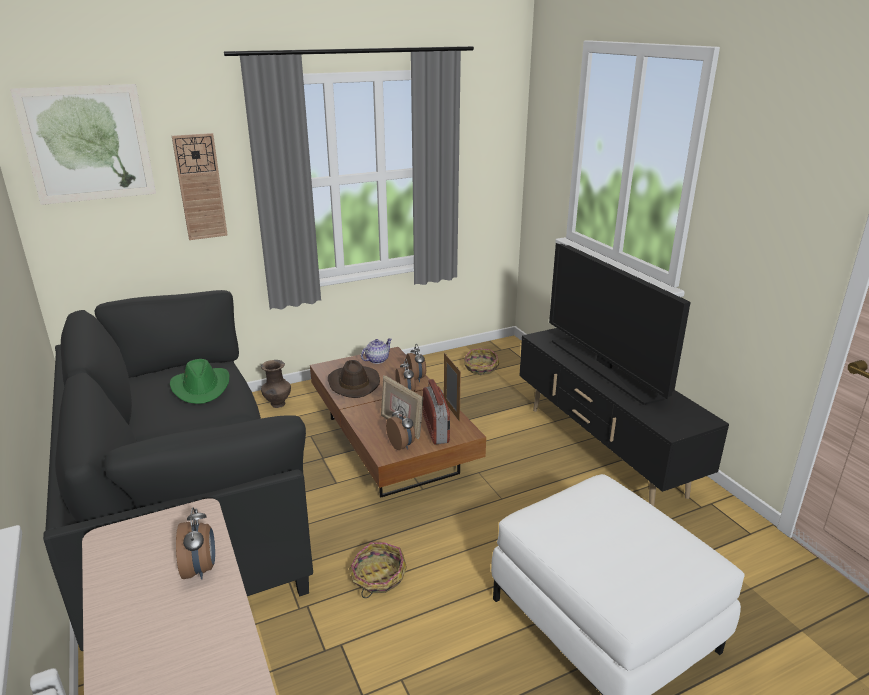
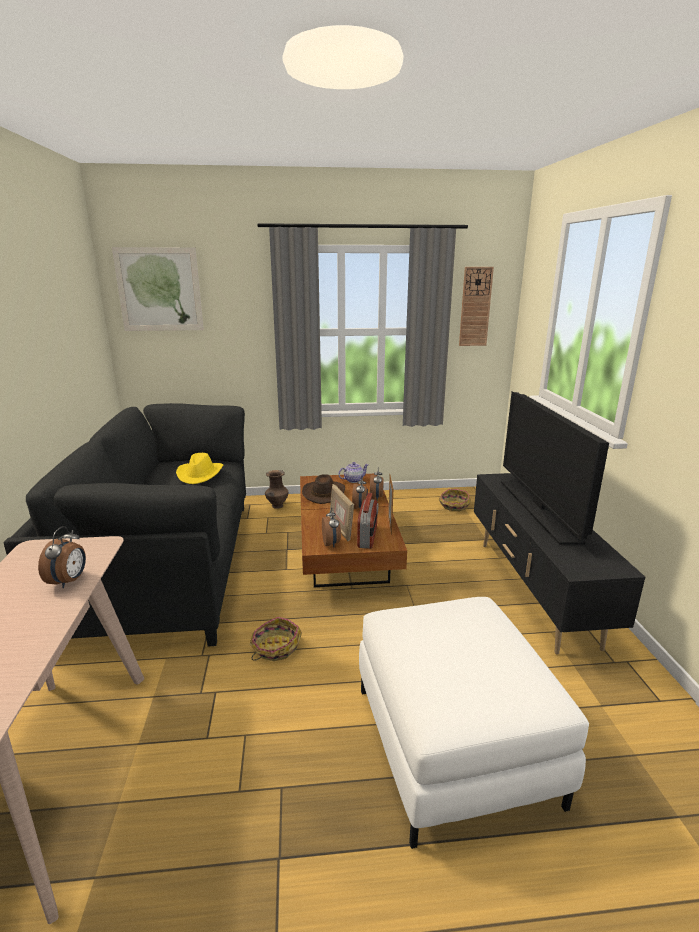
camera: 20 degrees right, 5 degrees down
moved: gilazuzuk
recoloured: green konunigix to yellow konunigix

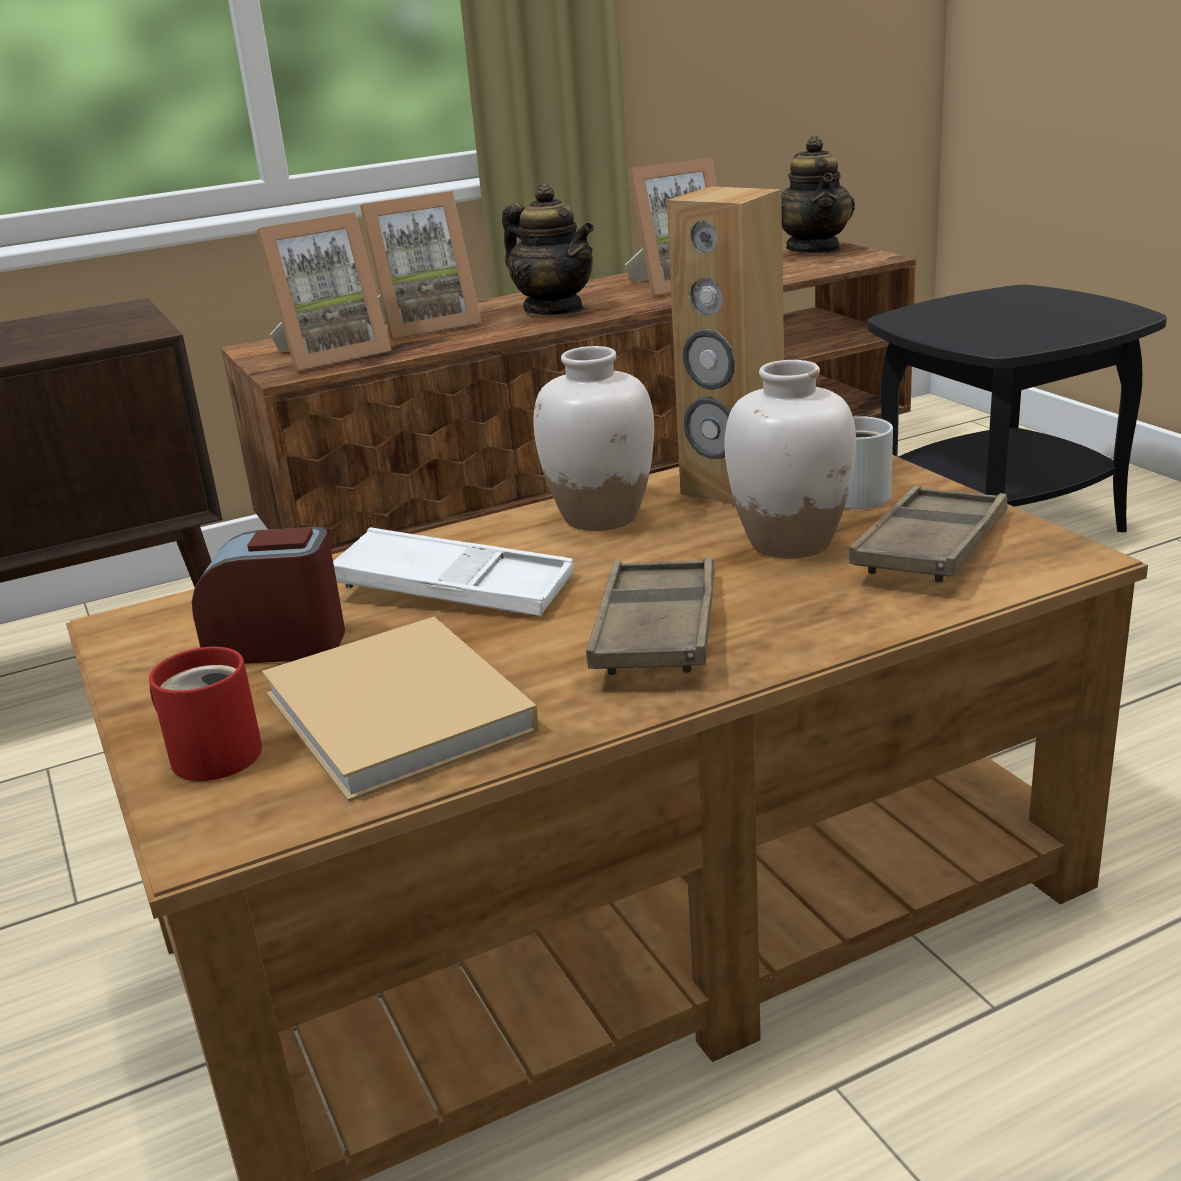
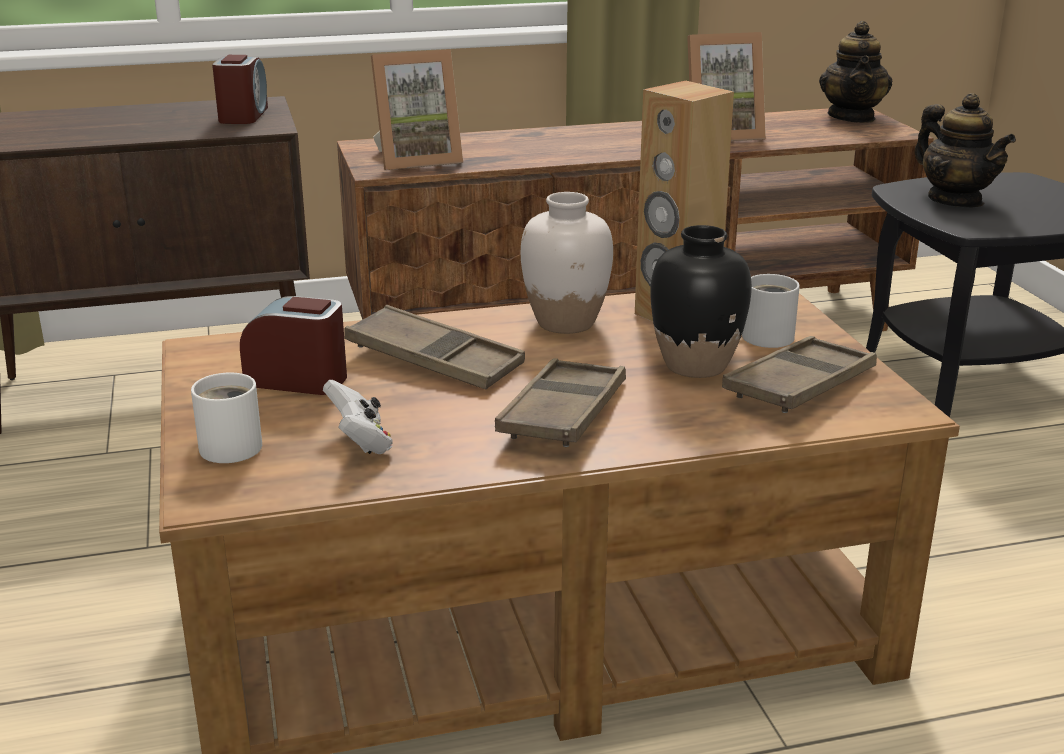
camera: 10 degrees right, 0 degrees up
removed: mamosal (2nd from left)
added: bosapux (1st from left)
moved: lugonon (1st from left in the first image) to lugonon (2nd from left)
replaced: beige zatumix to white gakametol
recoloured: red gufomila to white gufomila (1st from left); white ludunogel to brown ludunogel (1st from left); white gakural (2nd from left) to black gakural

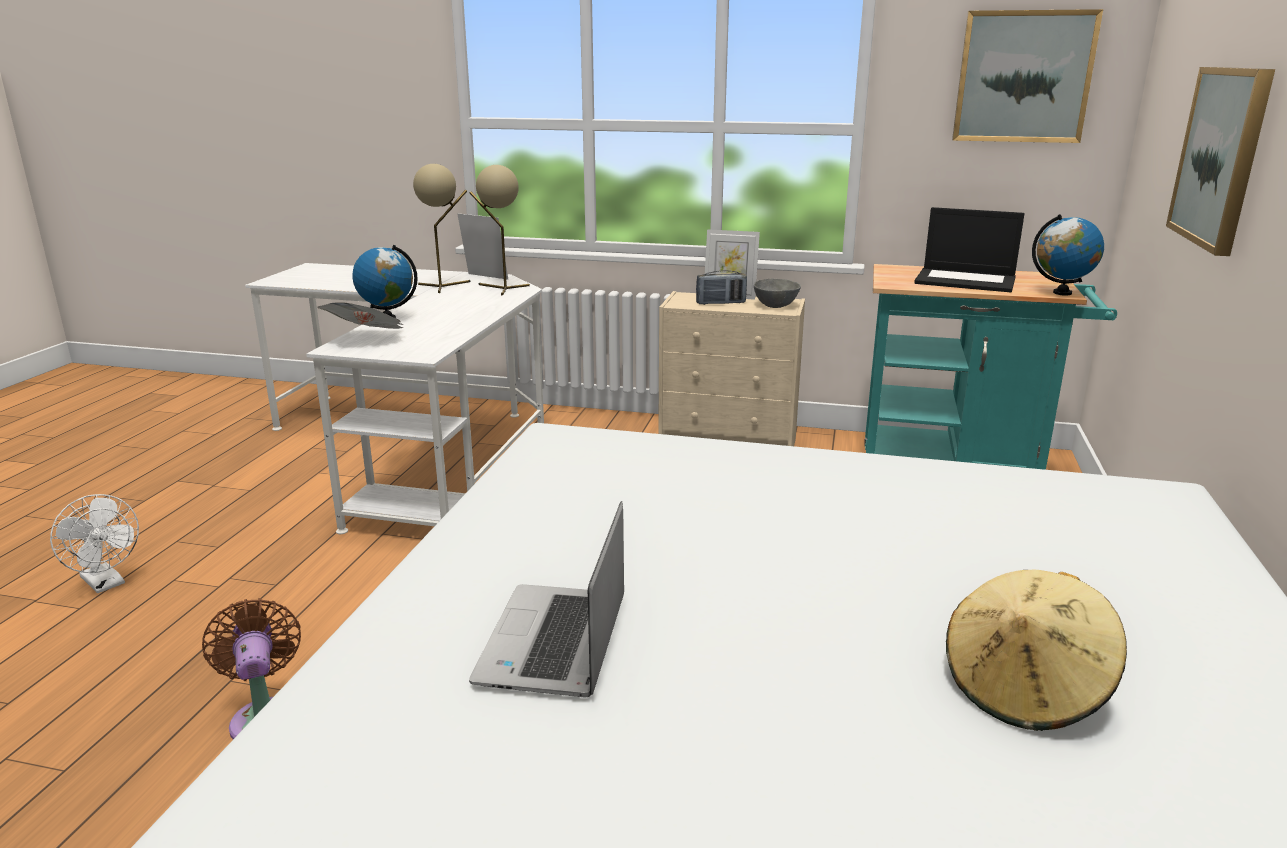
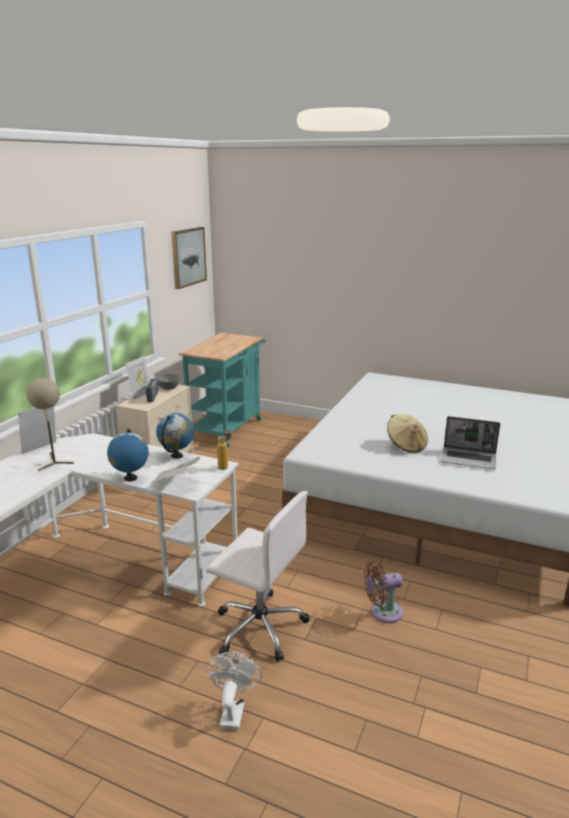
camera: 80 degrees left, 0 degrees up
removed: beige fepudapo (2nd from left); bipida (2nd from left); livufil (2nd from left)
added: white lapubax; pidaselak
moved: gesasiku (2nd from left); beige konunigix
turned: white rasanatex 45 degrees counterclockwise

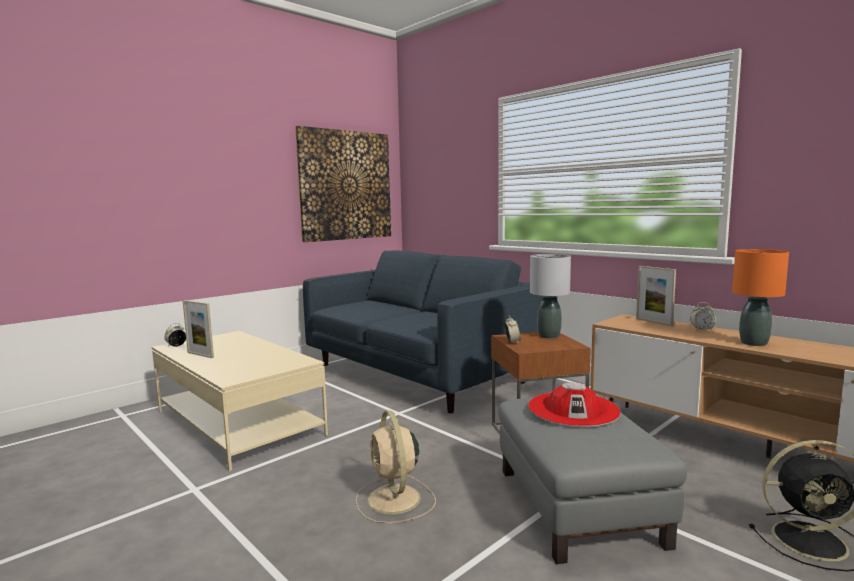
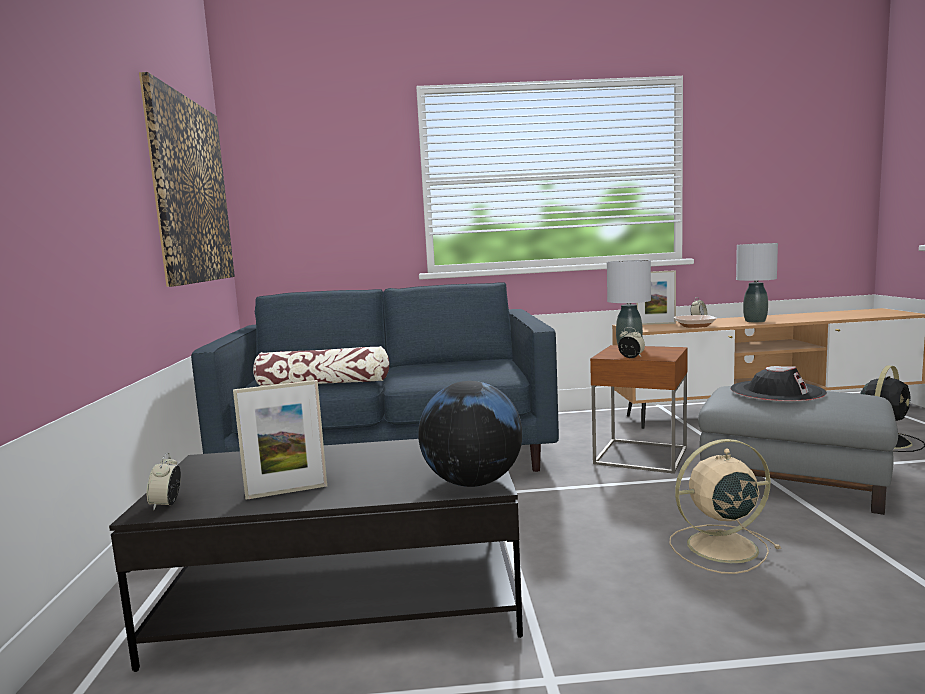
camera: 50 degrees left, 0 degrees up
added: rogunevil; gesasiku; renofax
recoloured: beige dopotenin to black dopotenin; red konunigix to black konunigix; orange fepudapo to grey fepudapo (2nd from left)
turned: beige rasanatex 150 degrees clockwise

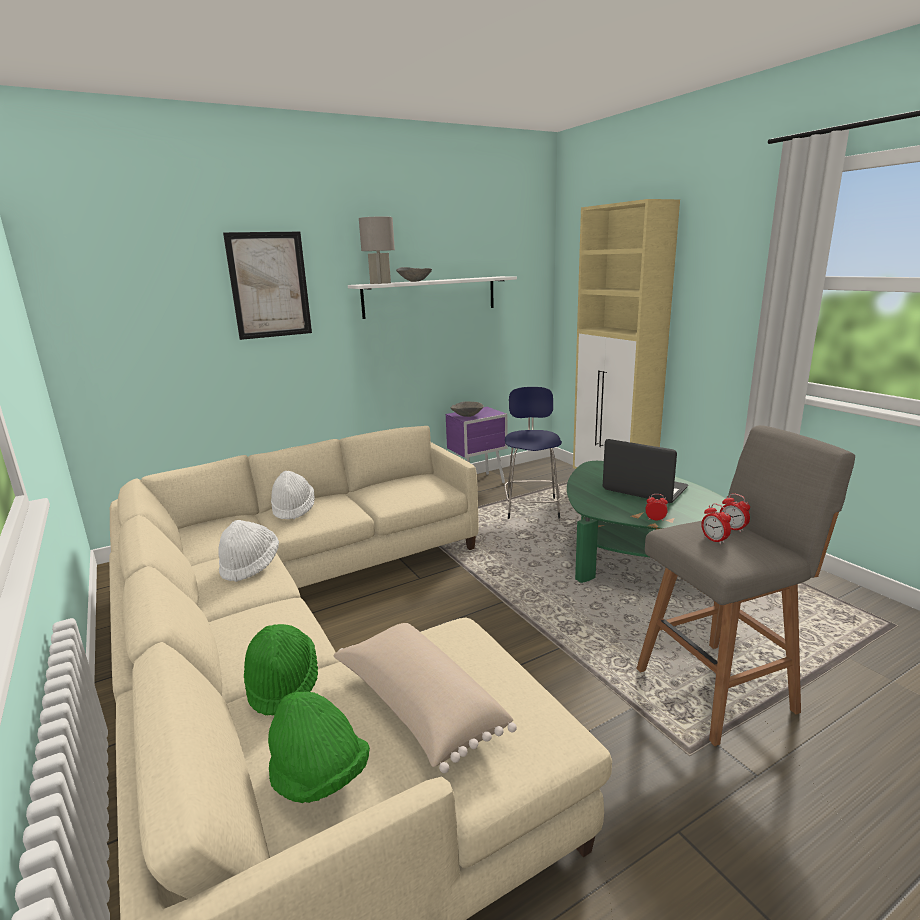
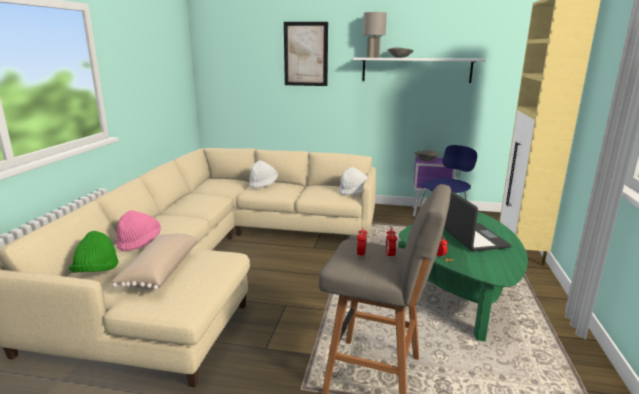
camera: 40 degrees right, 0 degrees up
moved: white konunigix (1st from left in the first image) to white konunigix (2nd from left)
recoloured: green konunigix (1st from left) to pink konunigix

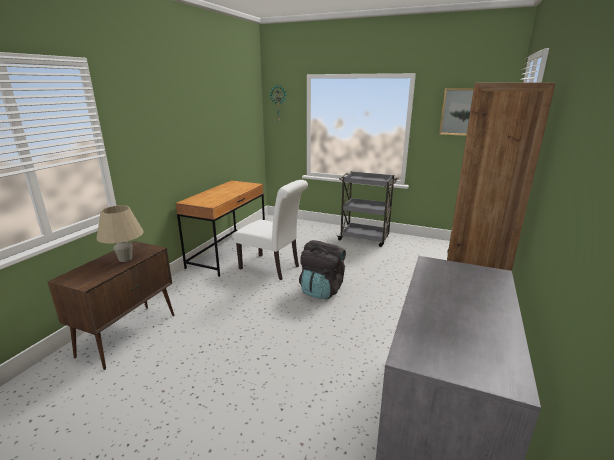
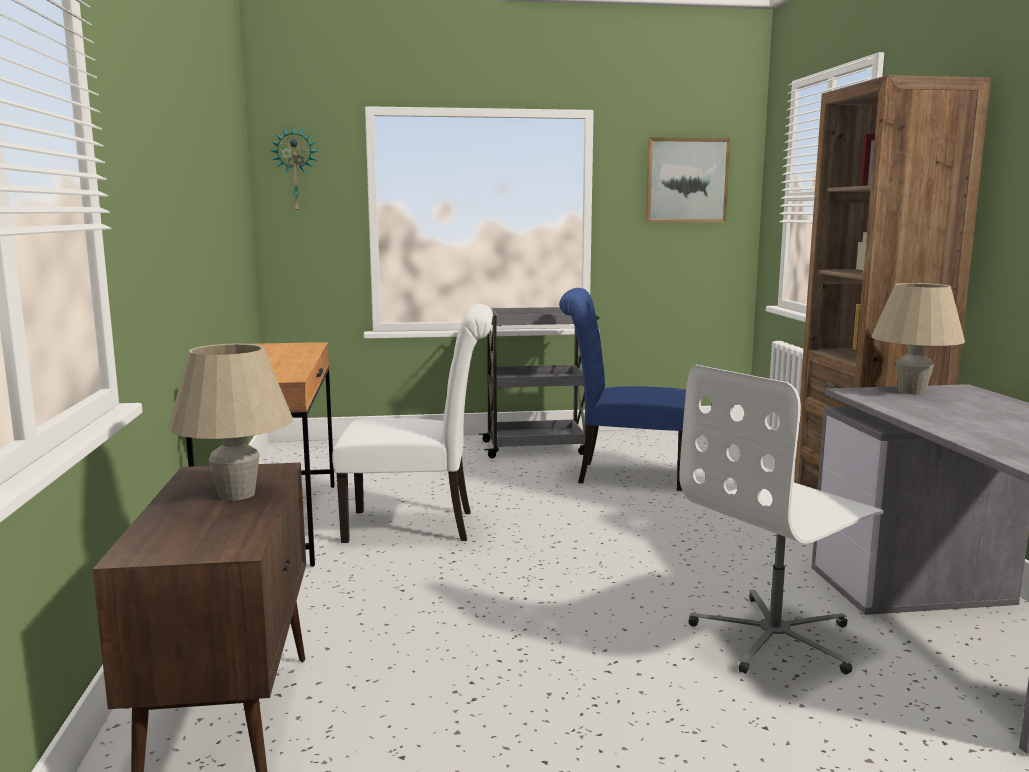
camera: 30 degrees left, 10 degrees down
removed: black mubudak
added: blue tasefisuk; white lapubax; beige fepudapo (2nd from left)

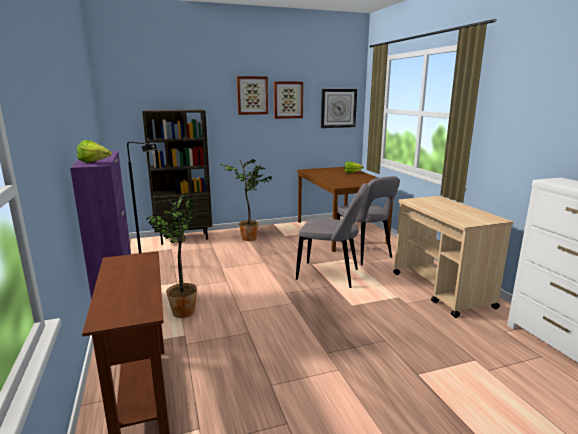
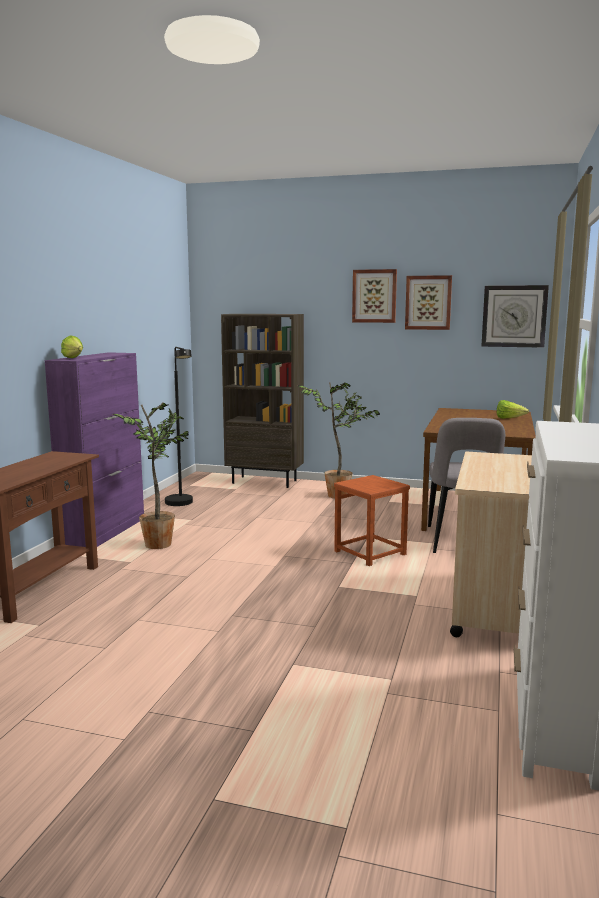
camera: 35 degrees right, 5 degrees down
replaced: grey tasefisuk (1st from left) to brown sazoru

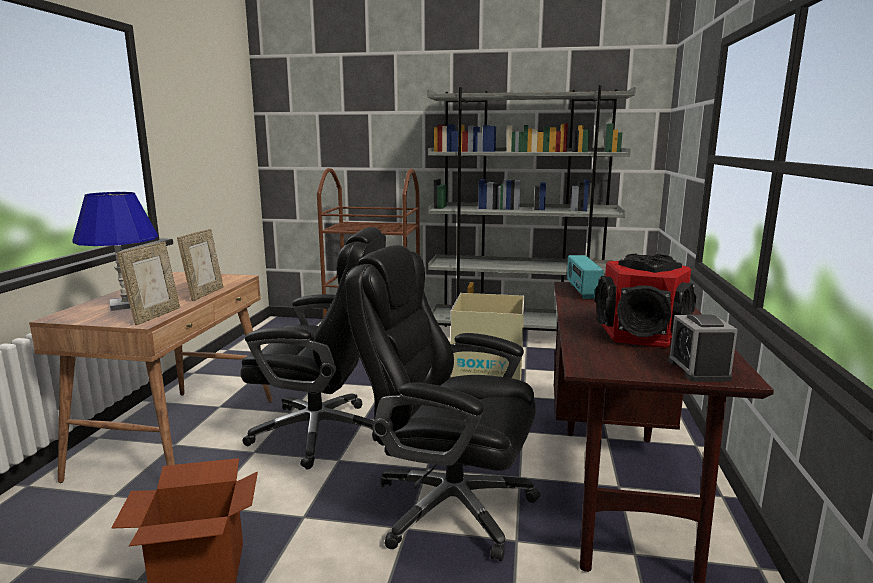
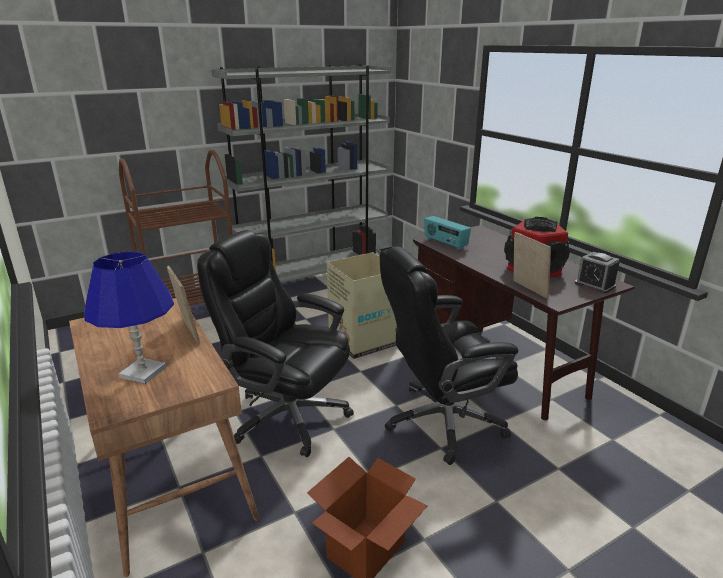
camera: 40 degrees left, 10 degrees up
moved: mamosal (1st from left in the first image) to mamosal (2nd from left)
turned: black lapubax (1st from left) 120 degrees counterclockwise

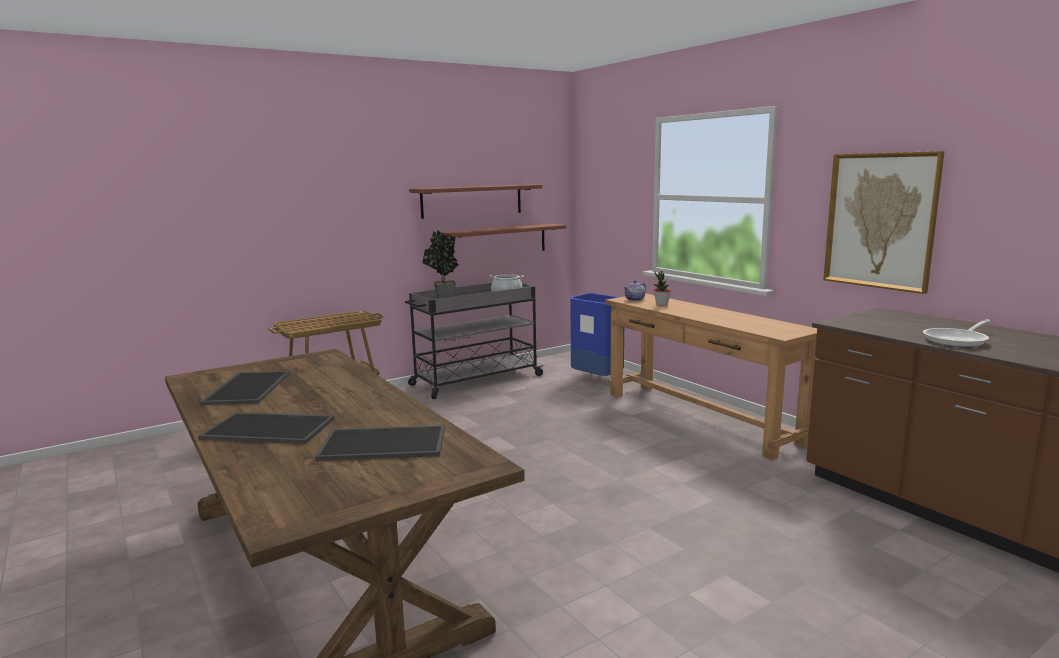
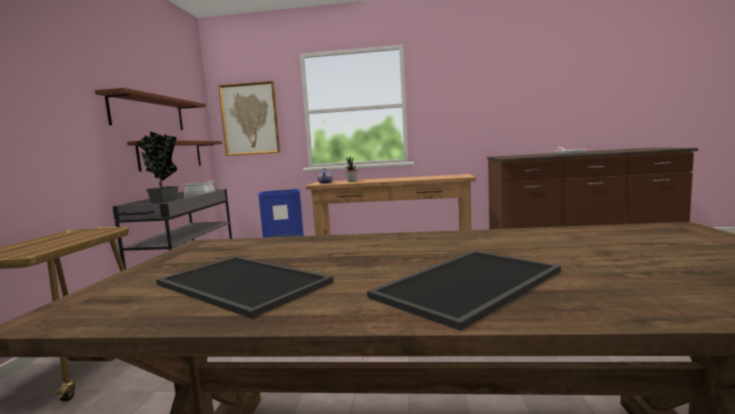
camera: 50 degrees left, 5 degrees down
removed: ludunogel (3rd from left)
moved: livufil

